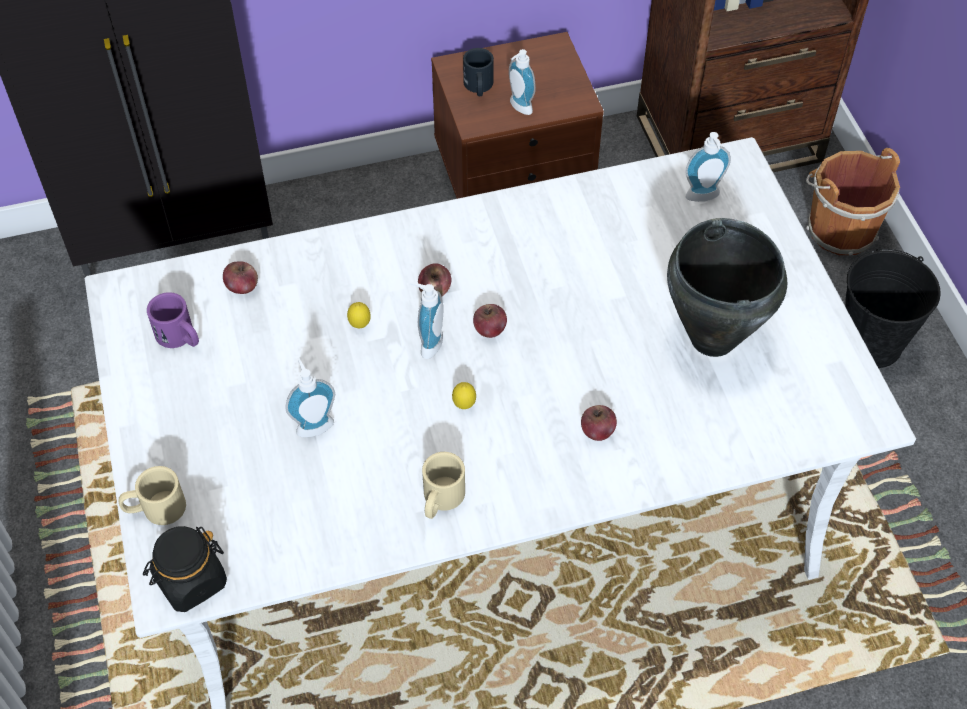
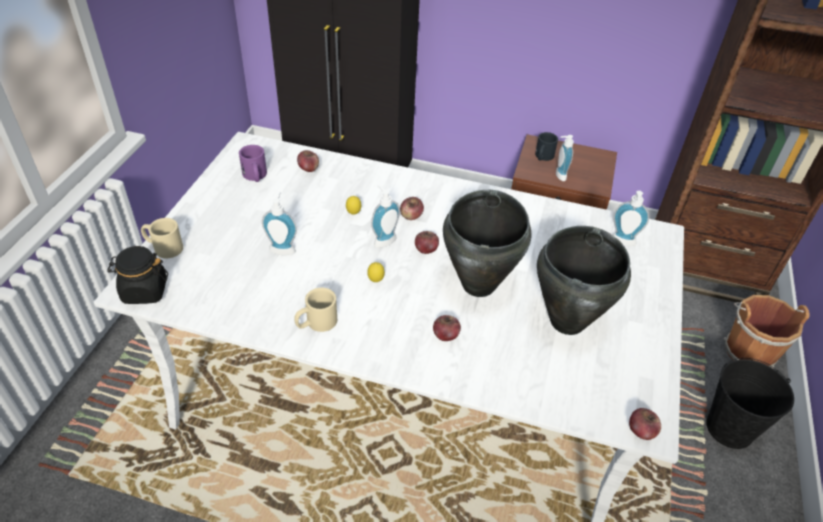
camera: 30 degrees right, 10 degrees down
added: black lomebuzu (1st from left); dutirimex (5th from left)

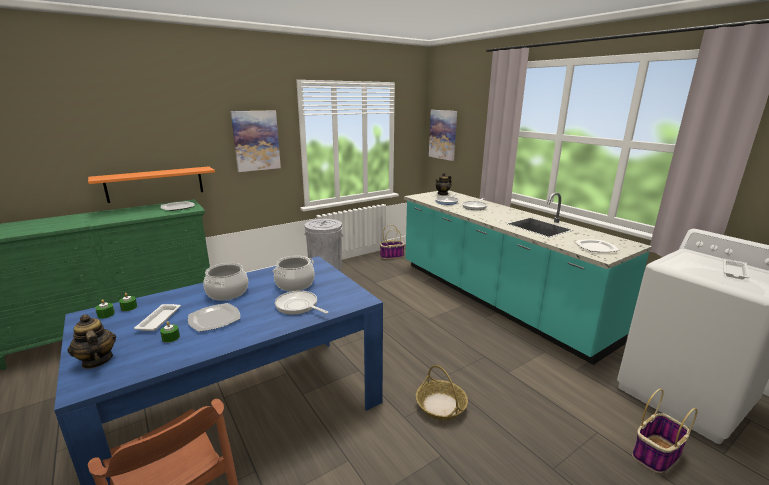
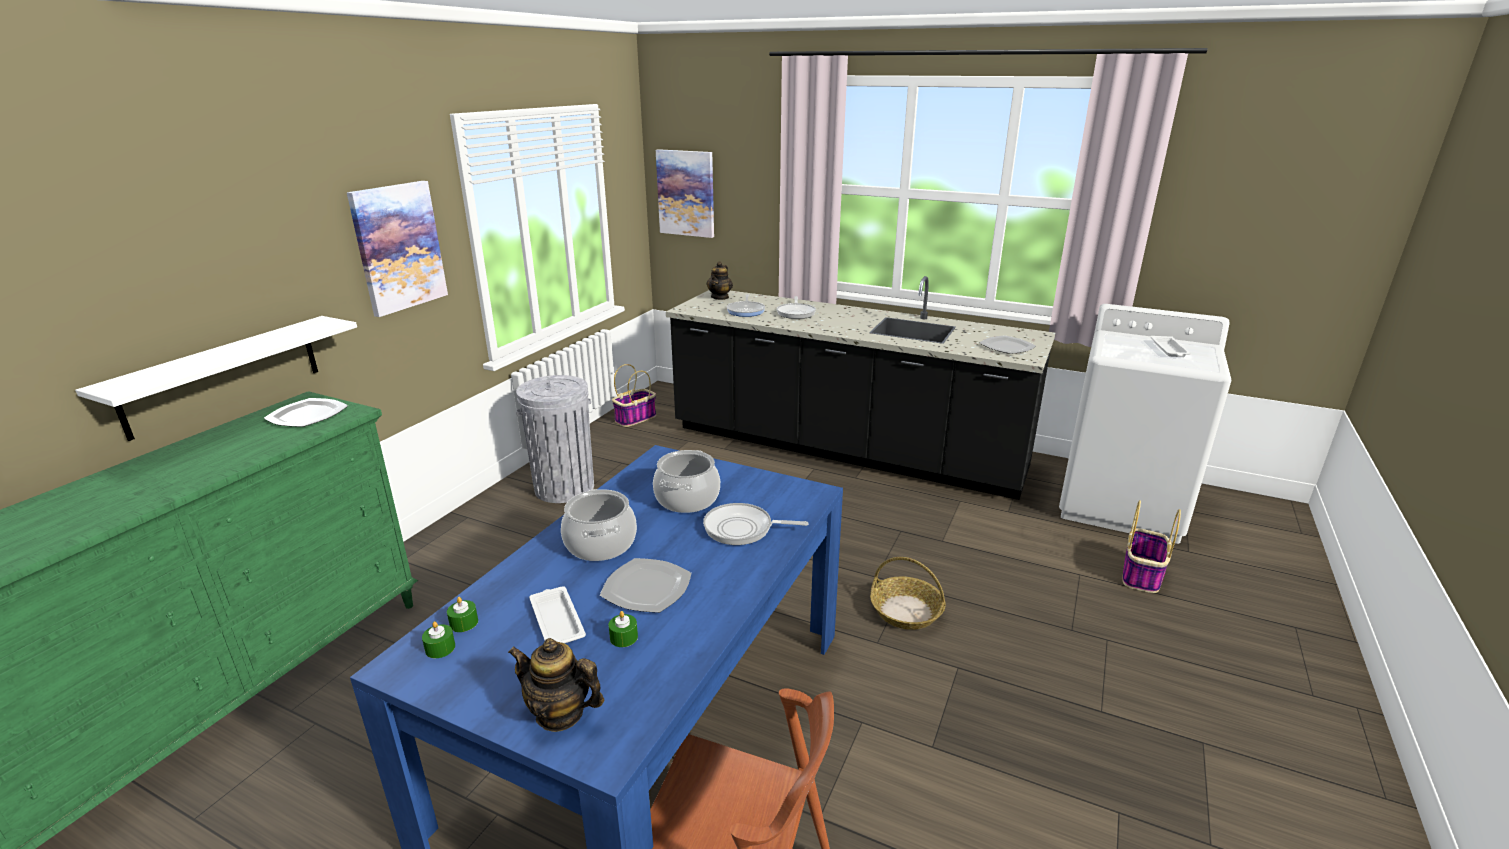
camera: 30 degrees left, 5 degrees up
recoloured: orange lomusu to white lomusu; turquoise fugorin to black fugorin

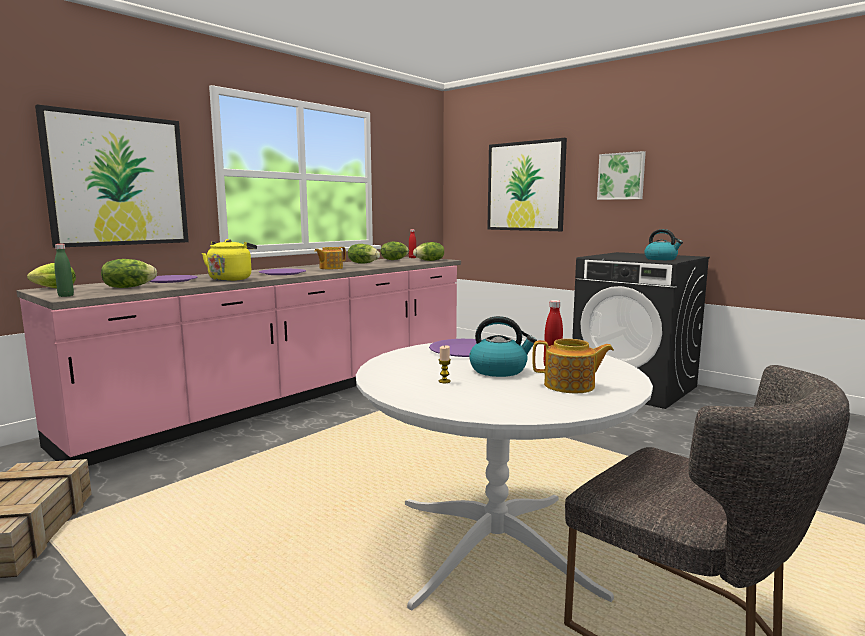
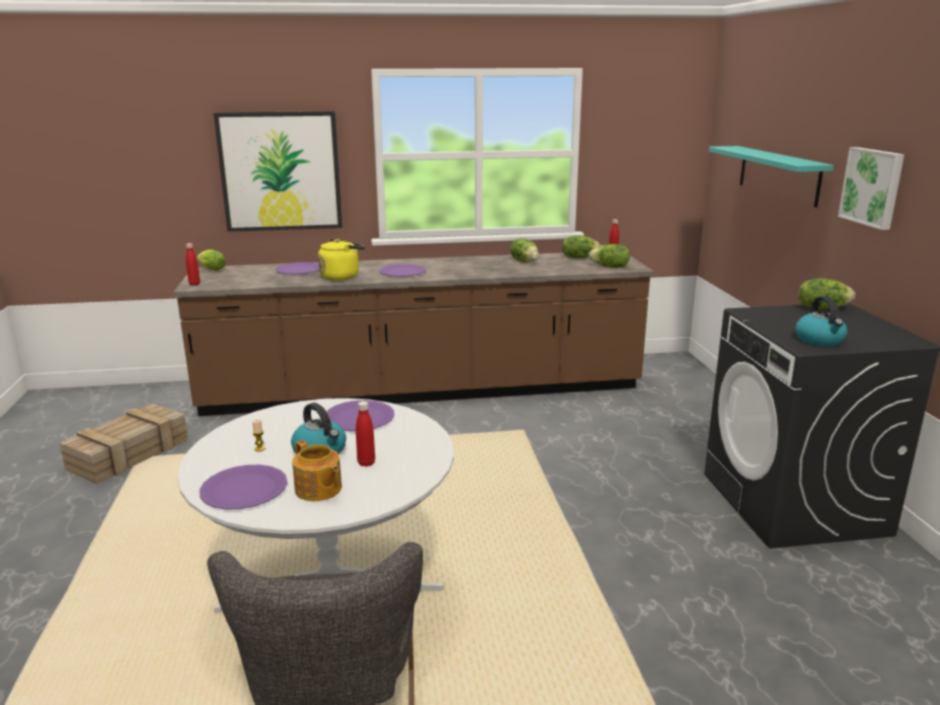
camera: 40 degrees right, 10 degrees up
removed: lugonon (1st from left)
added: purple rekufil (1st from left)
moved: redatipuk (2nd from left in the first image) to redatipuk (5th from left)
replaced: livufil (2nd from left) to turquoise lomusu
recoloured: pink fugorin to brown fugorin; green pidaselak to red pidaselak (1st from left)

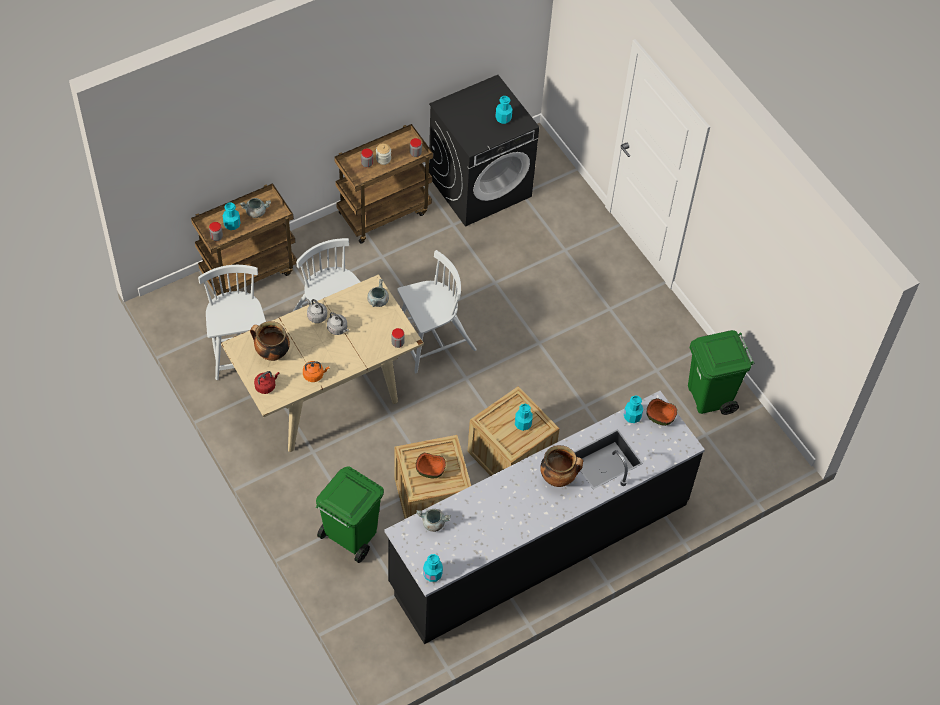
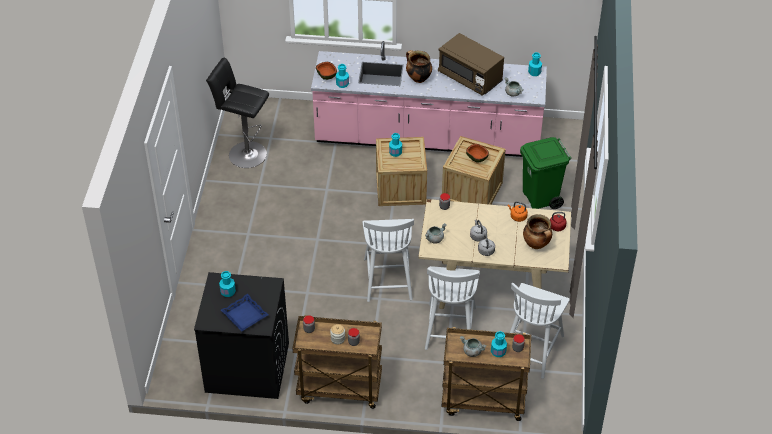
camera: 140 degrees left, 10 degrees down
added: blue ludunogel; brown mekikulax
replaced: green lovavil (2nd from left) to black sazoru
recoloured: black fugorin to pink fugorin
turned: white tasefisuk (3rd from left in the first image) 105 degrees counterclockwise

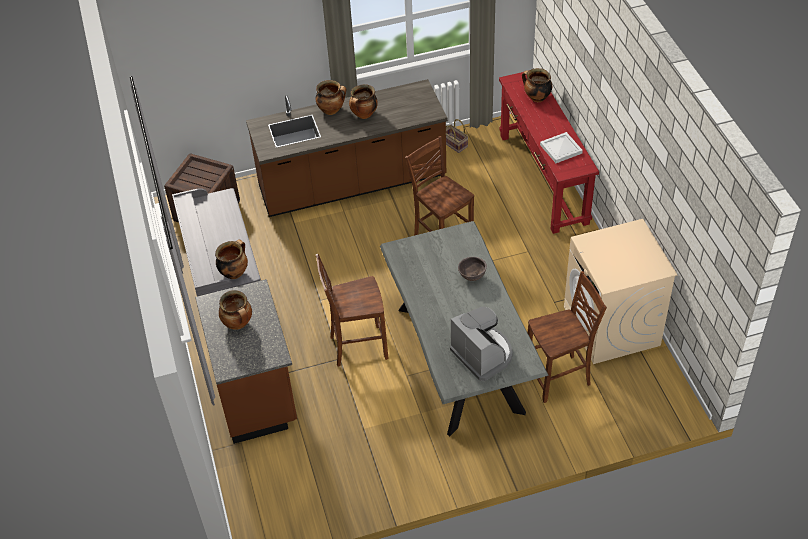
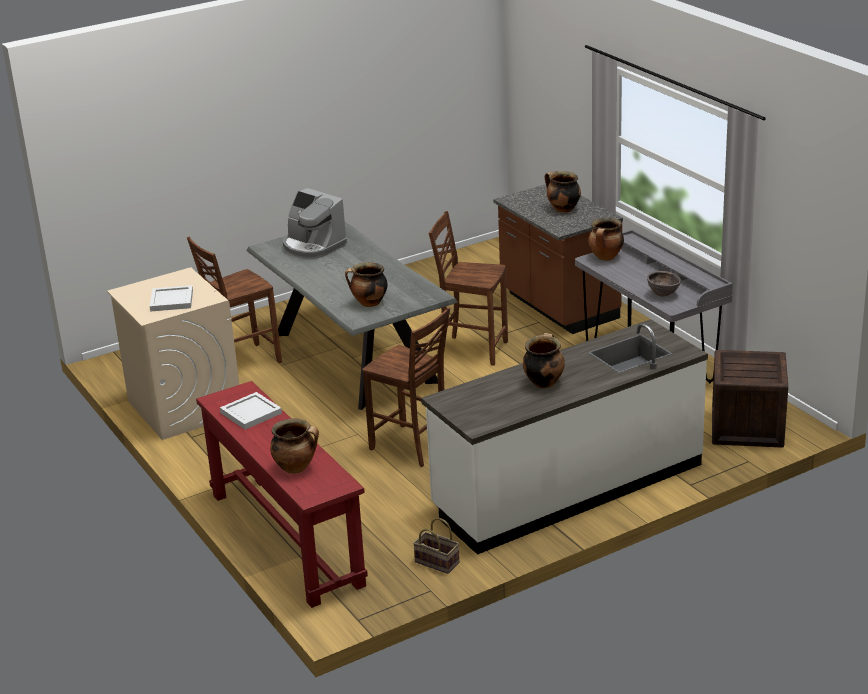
camera: 165 degrees right, 20 degrees down
added: white ludunogel (1st from left)
moved: lomebuzu (3rd from left in the first image) to lomebuzu (2nd from left); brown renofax
recoloured: brown fugorin (2nd from left) to white fugorin
turned: brown tasefisuk (1st from left in the first image) 135 degrees counterclockwise

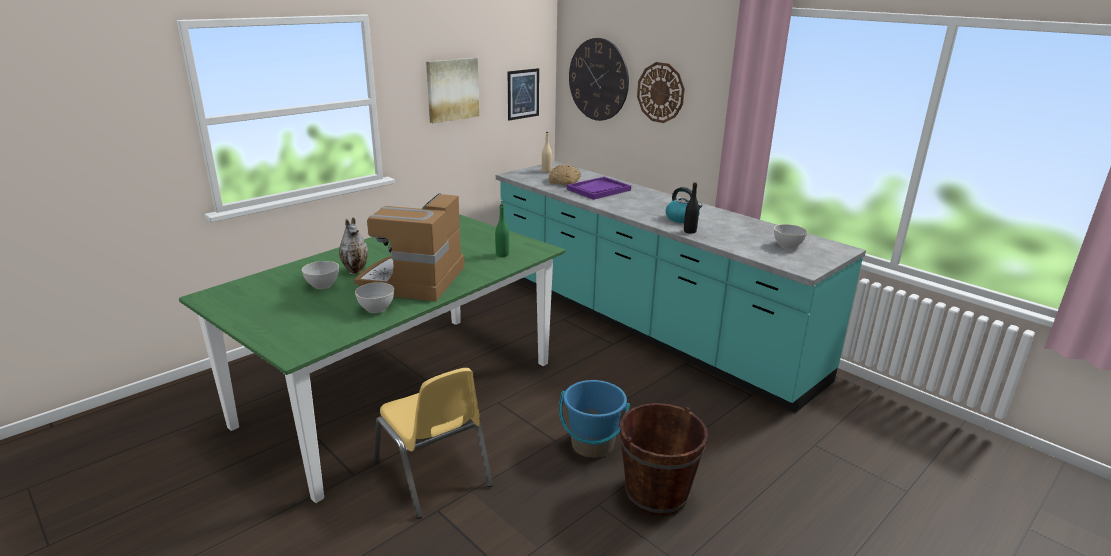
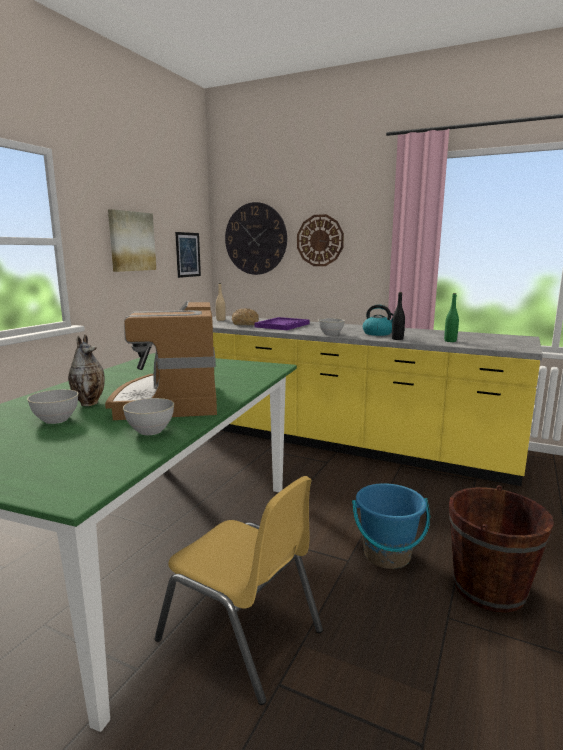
camera: 20 degrees left, 10 degrees down
moved: grey renofax (3rd from left); green pidaselak
recoloured: turquoise fugorin to yellow fugorin

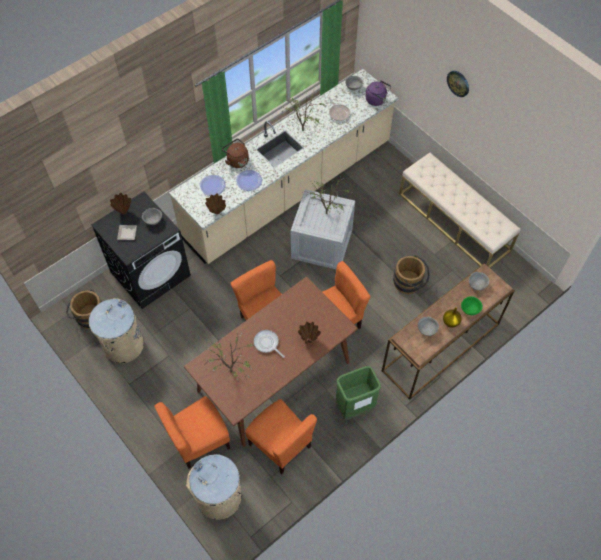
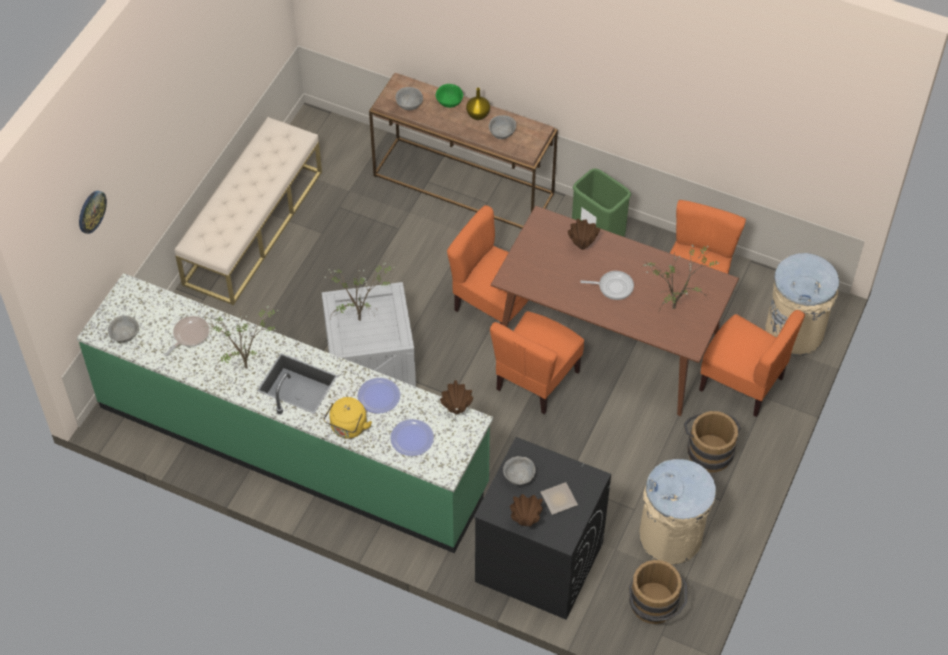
camera: 115 degrees left, 5 degrees down
removed: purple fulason
moved: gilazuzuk; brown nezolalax (2nd from left)
recoloured: beige fugorin to green fugorin; brown fulason to yellow fulason
turned: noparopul (1st from left in the first image) 105 degrees counterclockwise

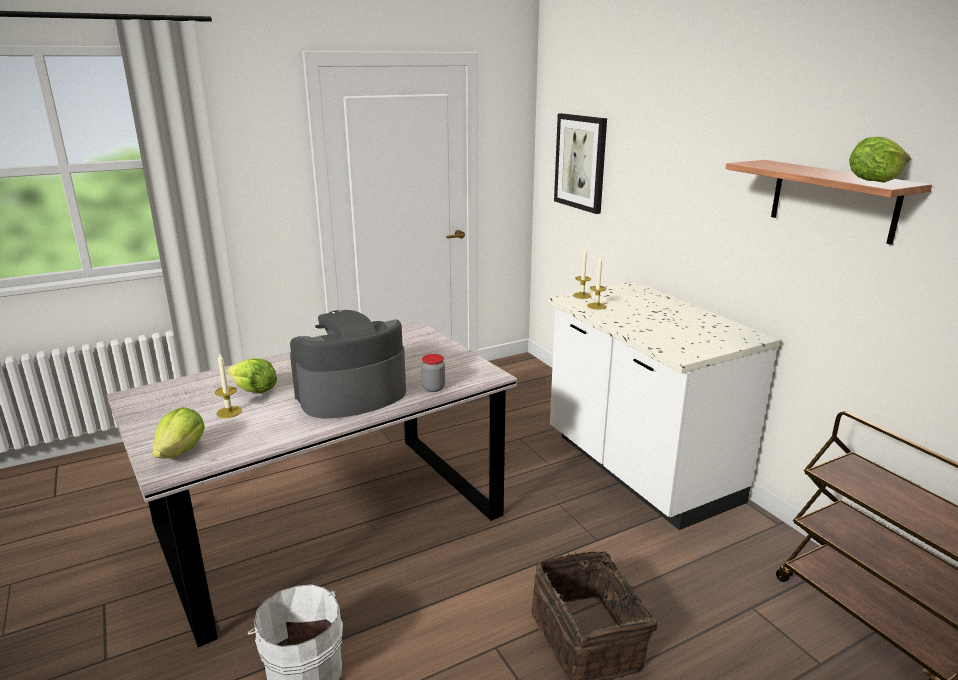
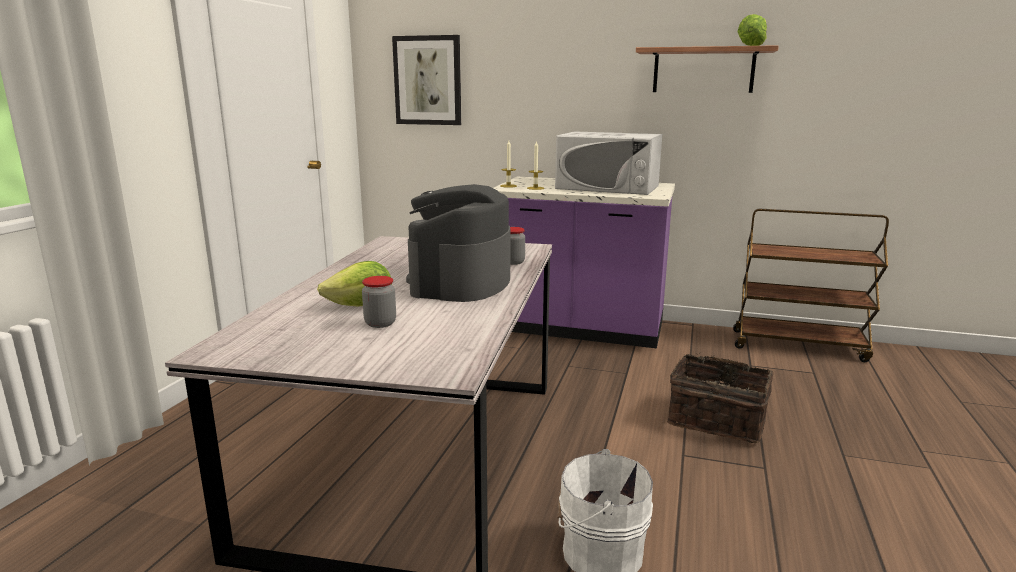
camera: 45 degrees left, 5 degrees down
removed: redatipuk (1st from left)
added: white mekikulax
replaced: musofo (1st from left) to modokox (1st from left)
recoloured: white fugorin to purple fugorin

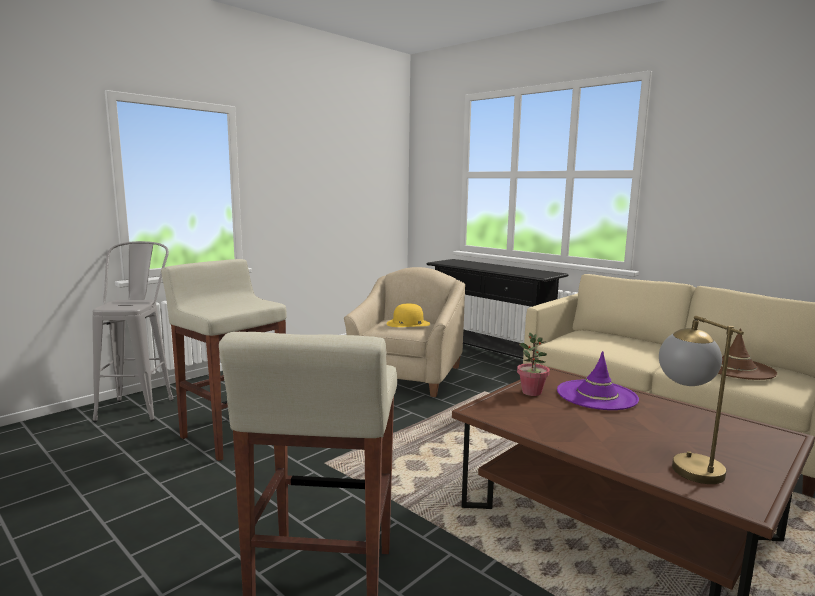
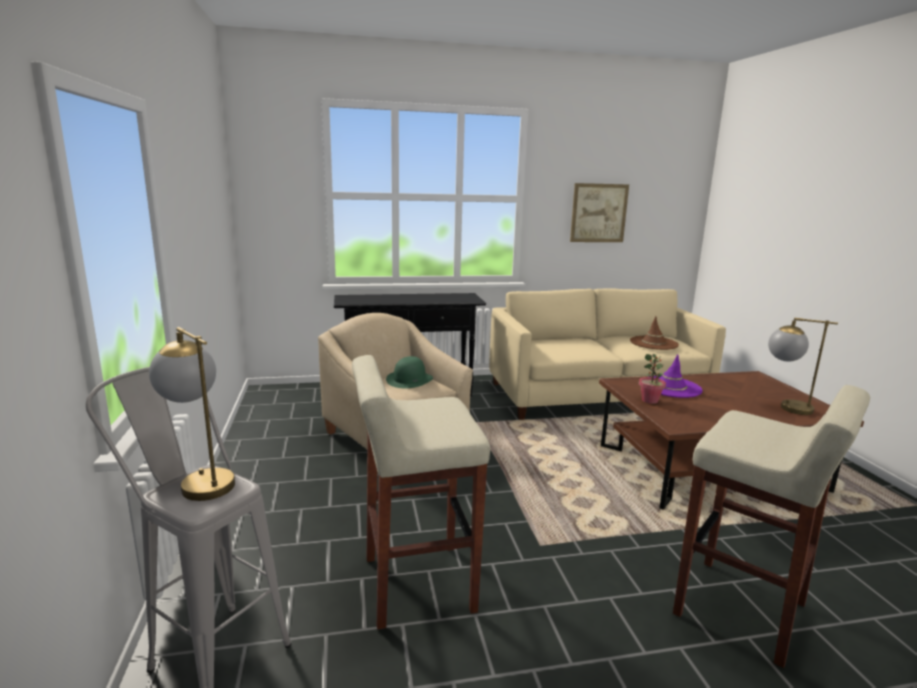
camera: 55 degrees left, 5 degrees up
added: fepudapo (1st from left); livufil
recoloured: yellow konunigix to green konunigix

